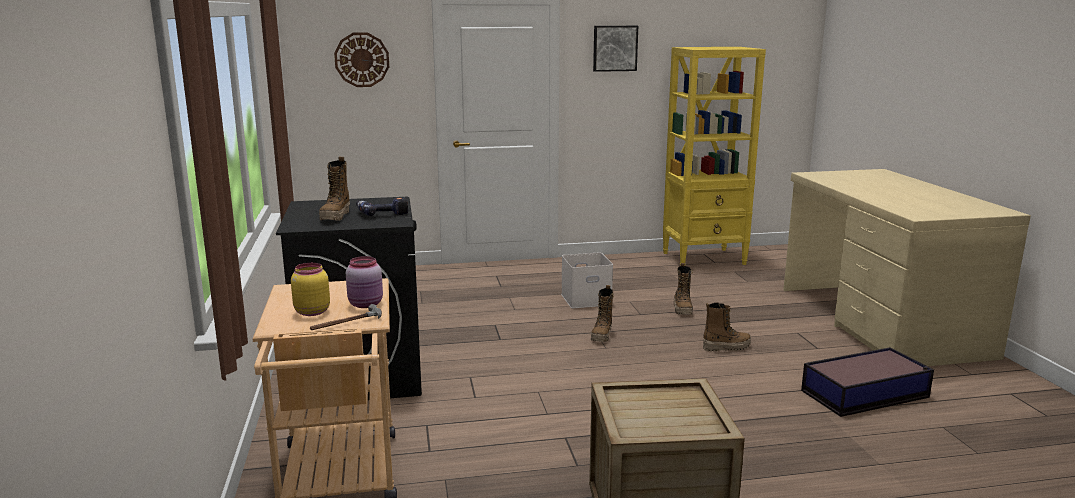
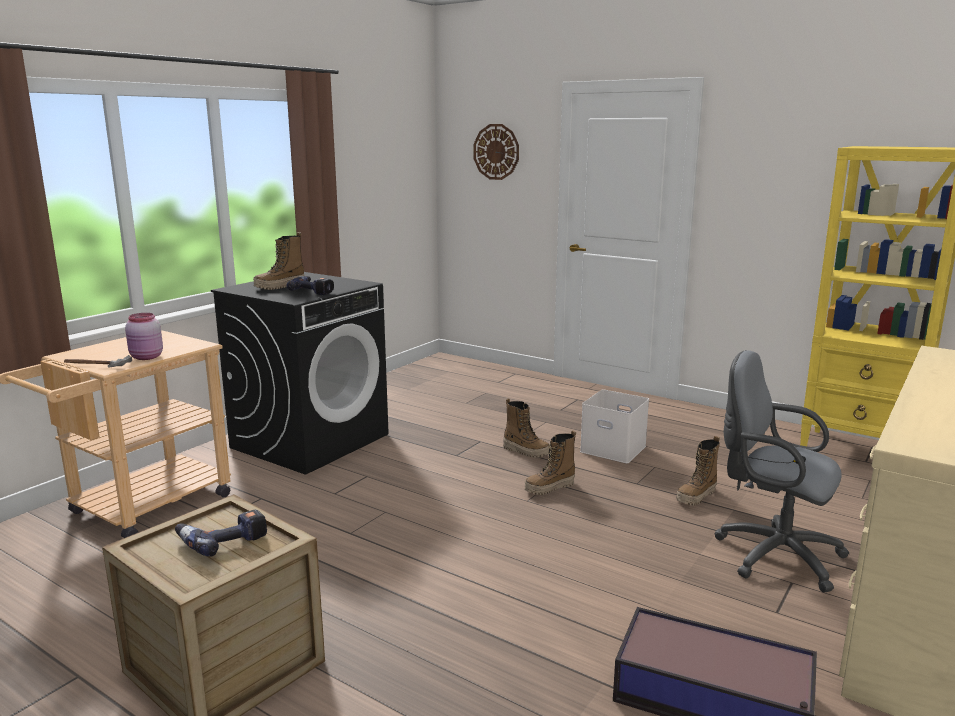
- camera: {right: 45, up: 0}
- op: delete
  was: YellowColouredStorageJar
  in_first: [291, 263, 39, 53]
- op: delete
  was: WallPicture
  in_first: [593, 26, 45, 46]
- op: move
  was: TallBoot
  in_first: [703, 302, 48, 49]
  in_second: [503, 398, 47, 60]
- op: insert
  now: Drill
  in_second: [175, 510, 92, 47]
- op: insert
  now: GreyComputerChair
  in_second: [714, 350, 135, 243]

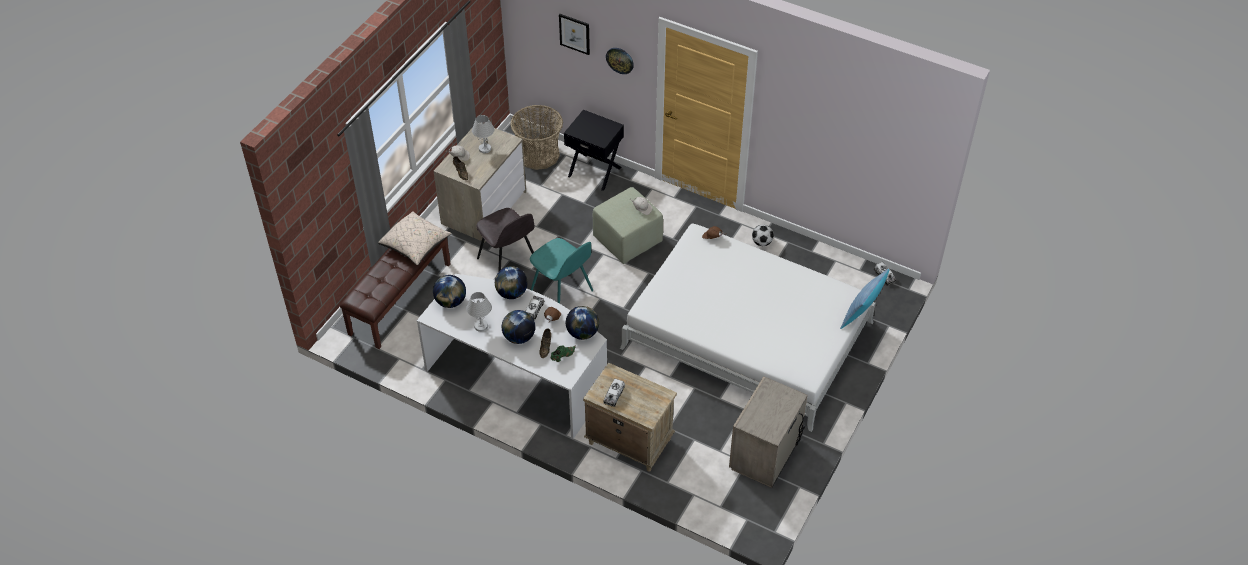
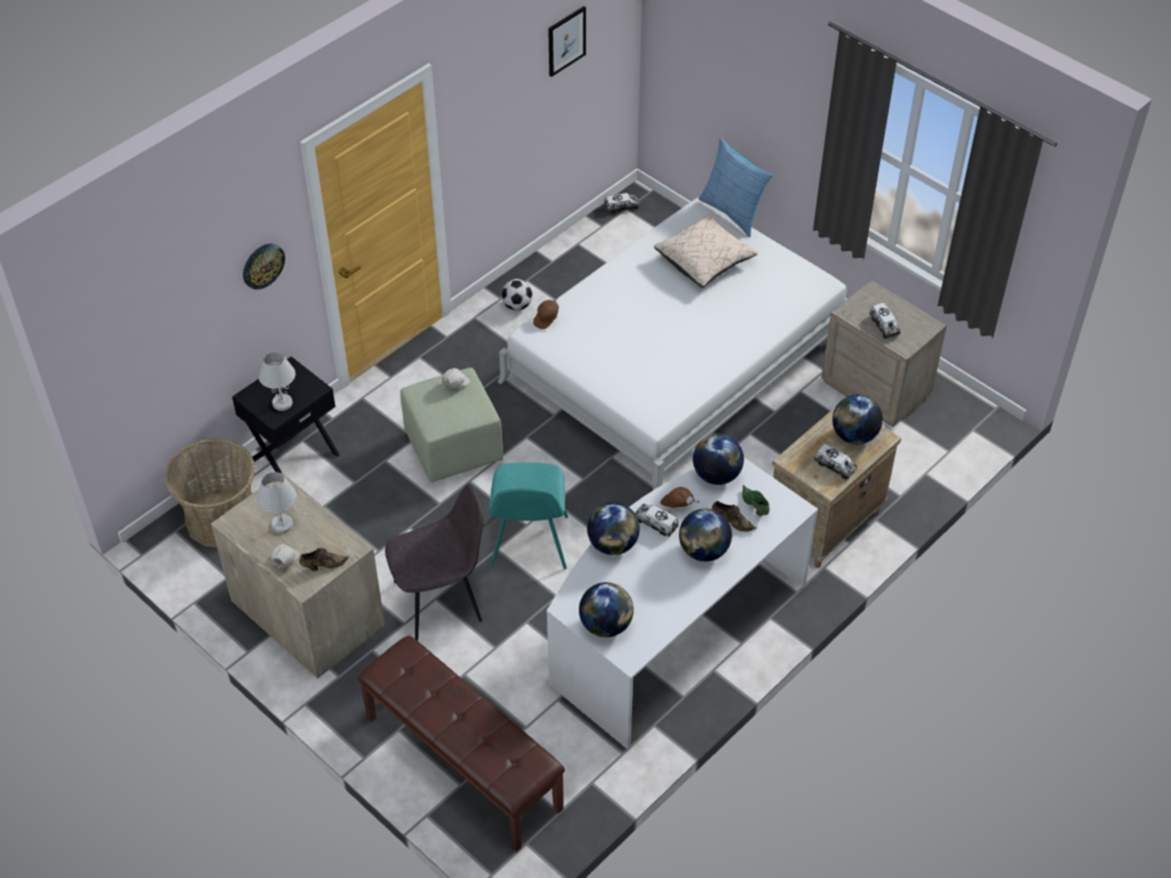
- camera: {right: -75, up: 0}
- op: move
  was: SandColouredCushion
  in_first: [378, 211, 74, 54]
  in_second: [654, 214, 104, 74]
- op: move
  was: WhitishLampForATable
  in_first: [466, 292, 26, 40]
  in_second: [259, 351, 36, 60]
- op: rotate
  was: TurquoiseColouredChair
  in_first: [530, 238, 63, 66]
  in_second: [489, 463, 79, 106]
  clockwise: 120
- op: move
  was: WallPicture
  in_first: [559, 14, 31, 41]
  in_second: [548, 6, 38, 71]
- op: insert
  now: WorldGlobe
  in_second: [832, 395, 51, 49]
- op: insert
  now: ToyTruck
  in_second: [869, 303, 32, 36]

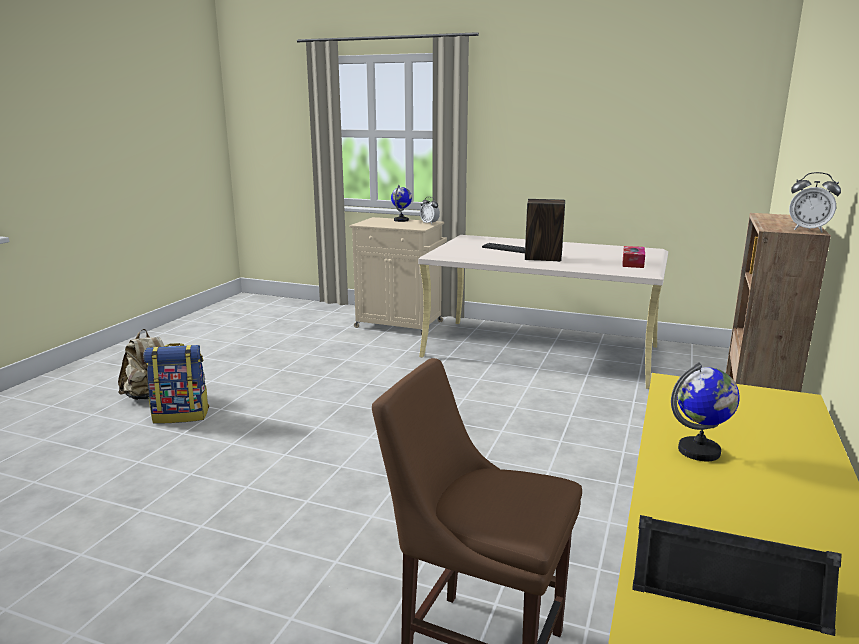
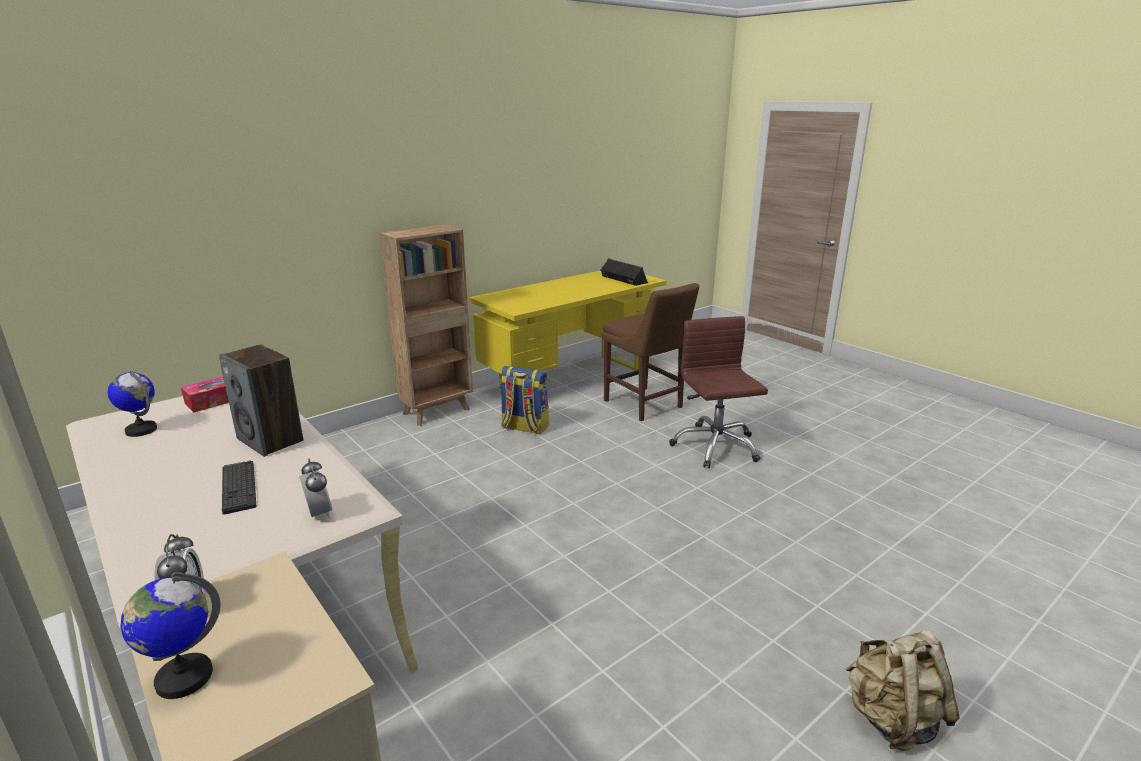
- camera: {right: -150, up: 5}
- op: move
  was: Knapsack
  in_first: [143, 343, 66, 81]
  in_second: [500, 366, 49, 68]
- op: move
  was: WorldGlobe
  in_first: [671, 362, 69, 99]
  in_second: [107, 371, 50, 66]
- op: move
  was: TableClock
  in_first: [789, 172, 52, 61]
  in_second: [299, 459, 34, 59]
- op: insert
  now: BrownComputerChair
  in_second: [669, 316, 99, 152]

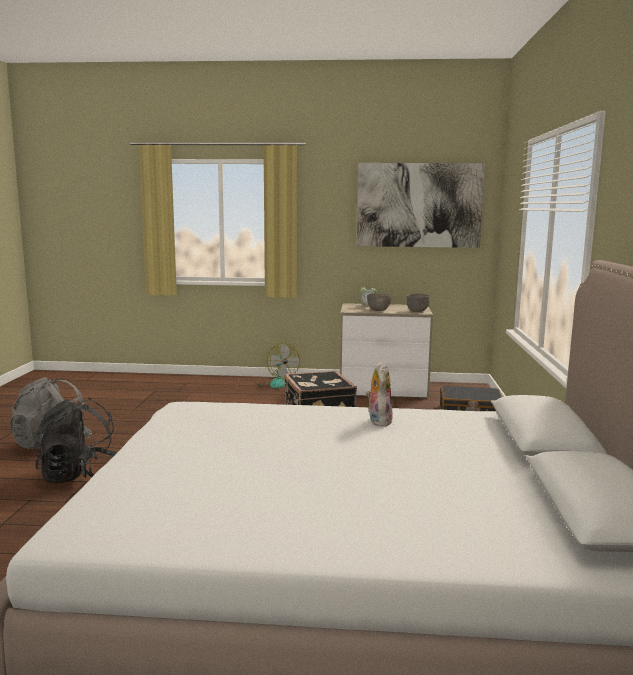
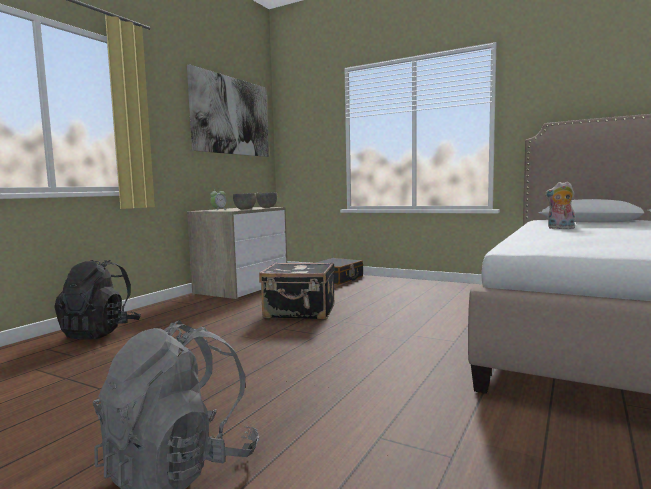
- camera: {right: -65, up: -5}
- op: move
  was: BlackColouredKnapsack
  in_first: [35, 398, 81, 85]
  in_second: [54, 260, 87, 80]
- op: delete
  was: ElectricFan
  in_first: [255, 343, 45, 45]

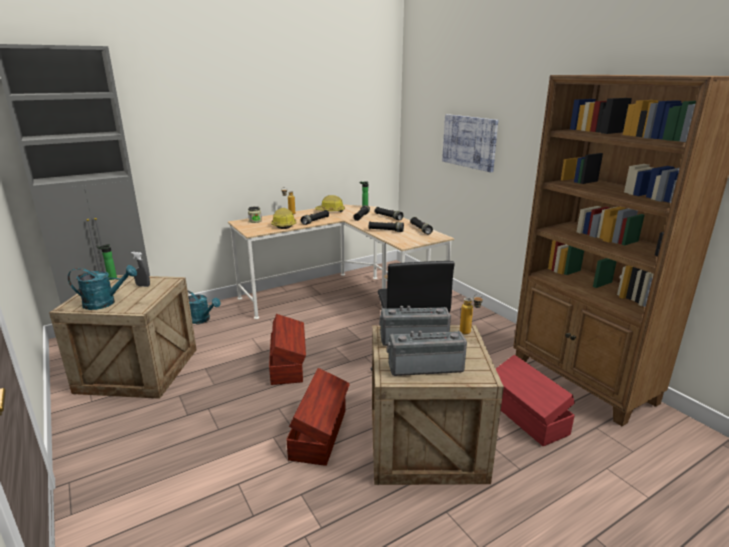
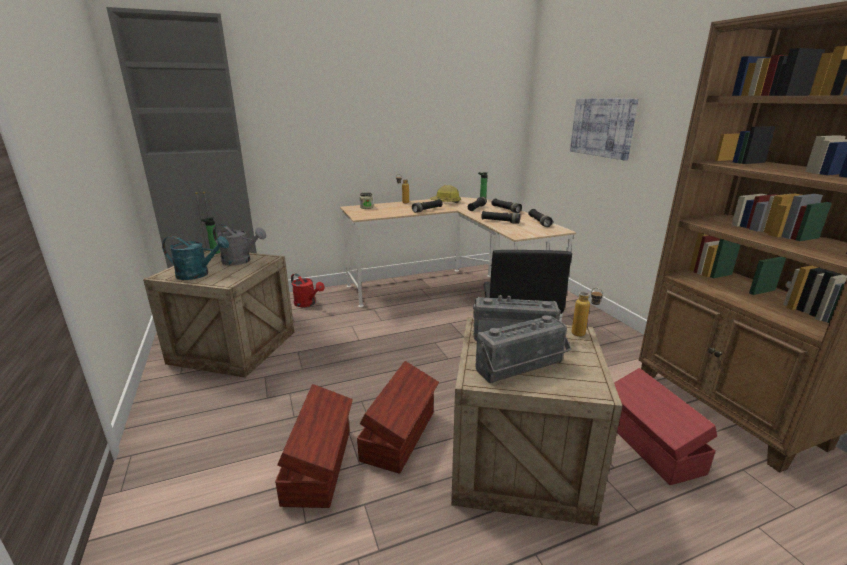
- camera: {right: 10, up: 0}
- op: replace
  was: GreyHandSprayer
  now: GreyWateringCan
  in_first: [131, 252, 19, 35]
  in_second: [213, 224, 53, 41]
- op: recolor
  was: TurquoiseColouredWateringCan
  now: RedWateringCan
  in_first: [188, 291, 33, 33]
  in_second: [291, 273, 34, 34]
- op: move
  was: BrownStorageContainer
  in_first: [269, 314, 37, 71]
  in_second: [275, 384, 78, 124]
- op: delete
  was: SafetyHelmet
  in_first: [271, 208, 25, 21]
- op: rotate
  was: RadioReceiver
  in_first: [387, 331, 80, 45]
  in_second: [475, 315, 96, 68]
  clockwise: 150

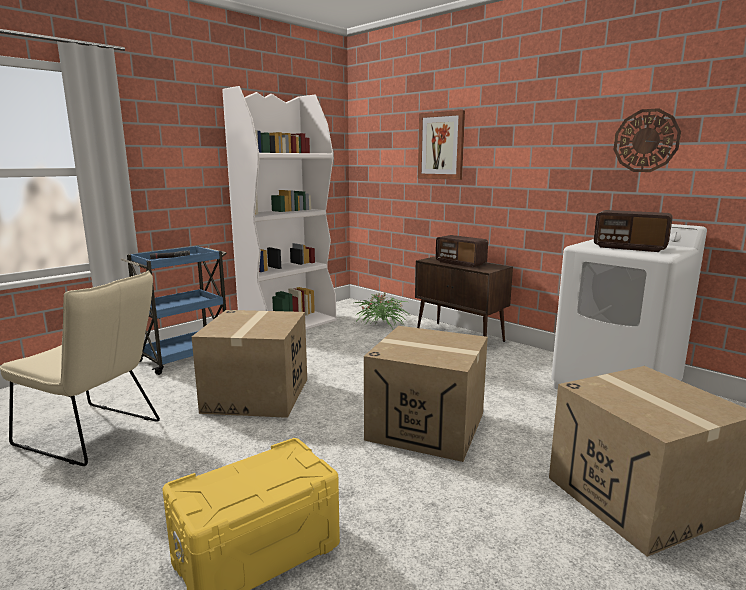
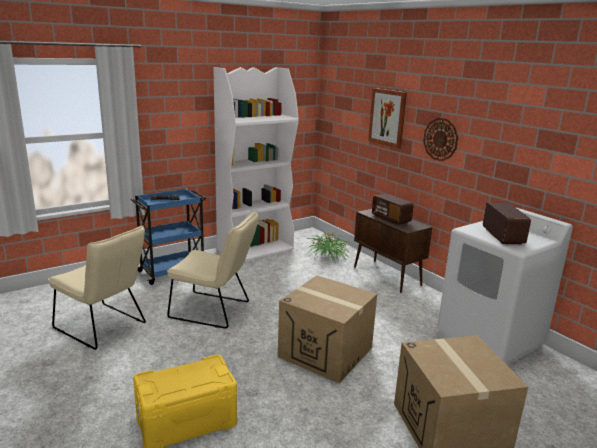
- camera: {right: 10, up: 5}
- op: replace
  was: Carton
  now: SandColouredChair
  in_first: [192, 310, 115, 108]
  in_second: [167, 211, 92, 118]
- op: rotate
  was: RadioReceiver
  in_first: [594, 210, 79, 42]
  in_second: [483, 203, 48, 41]
  clockwise: -135
- op: move
  was: HangingClock
  in_first: [613, 108, 68, 64]
  in_second: [423, 118, 35, 43]

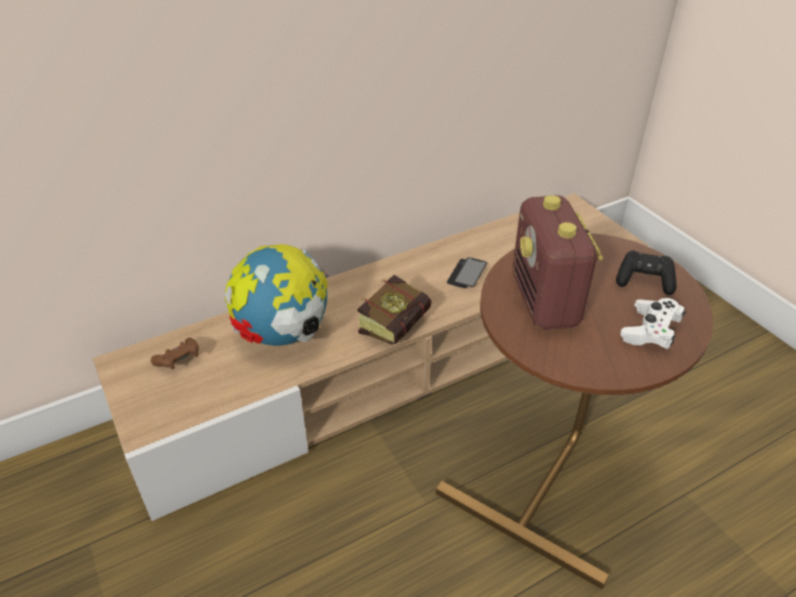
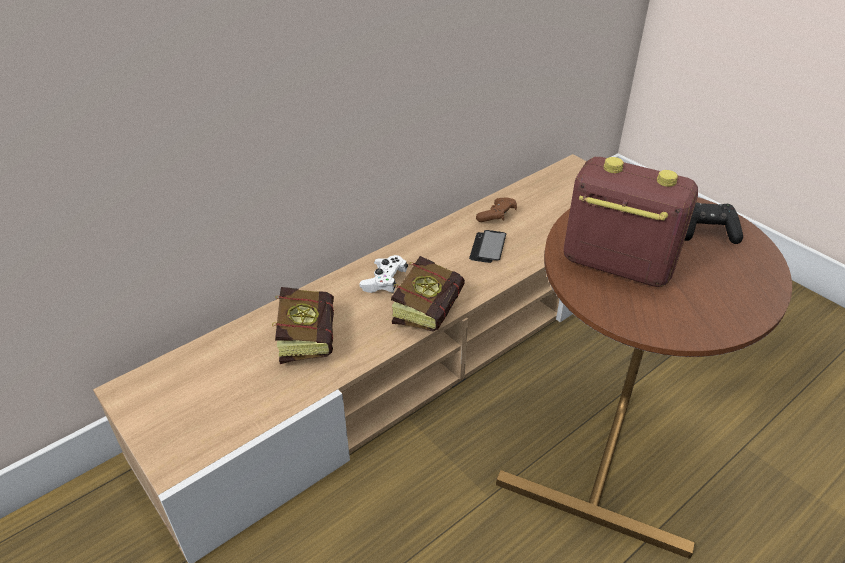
- camera: {right: -10, up: 0}
- op: move
  was: BrownGamepad
  in_first: [151, 338, 48, 32]
  in_second: [476, 198, 41, 24]
- op: replace
  was: WorldGlobe
  now: Book
  in_first: [225, 244, 103, 102]
  in_second: [272, 287, 62, 77]
- op: rotate
  was: RadioReceiver
  in_first: [513, 195, 90, 135]
  in_second: [564, 157, 134, 130]
  clockwise: 135
- op: move
  was: WhitishGamepad
  in_first: [620, 298, 66, 51]
  in_second: [359, 255, 49, 38]

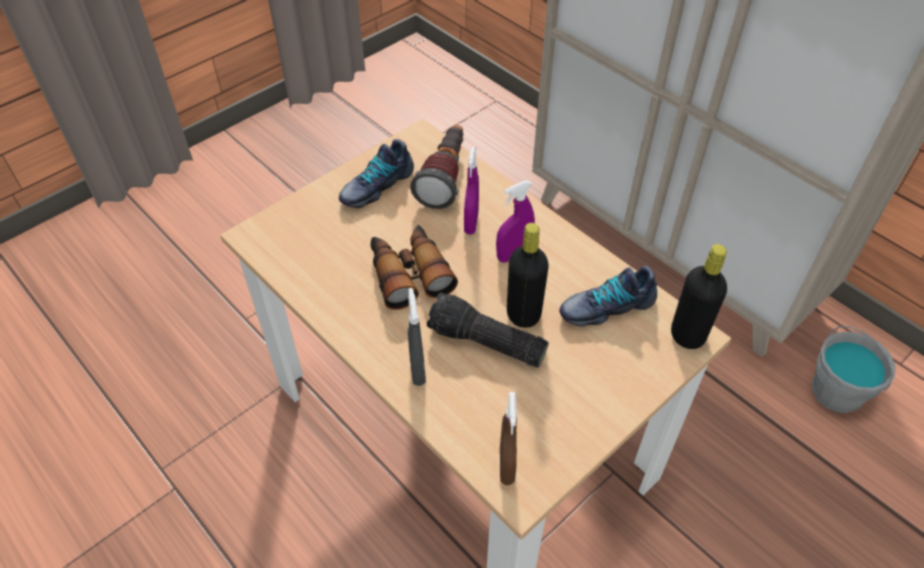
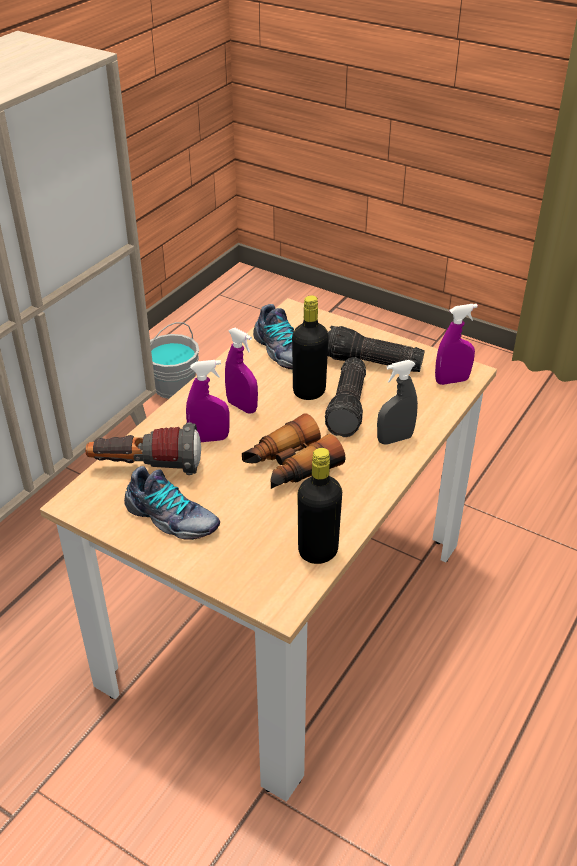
- camera: {right: -105, up: -10}
- op: recolor
  was: BrownHandSprayer
  now: PurplishHandSprayer
  in_first: [500, 392, 17, 93]
  in_second: [435, 304, 43, 81]
- op: move
  was: BlackColouredBottle
  in_first: [671, 244, 56, 105]
  in_second: [297, 448, 45, 116]
- op: insert
  now: HandTorch
  in_second: [328, 325, 97, 47]

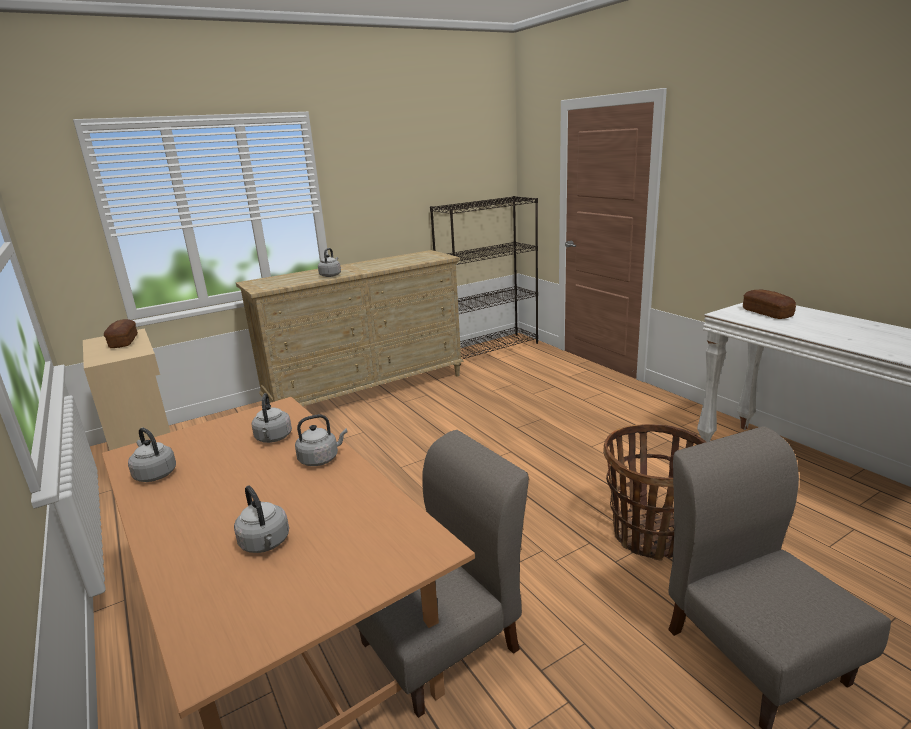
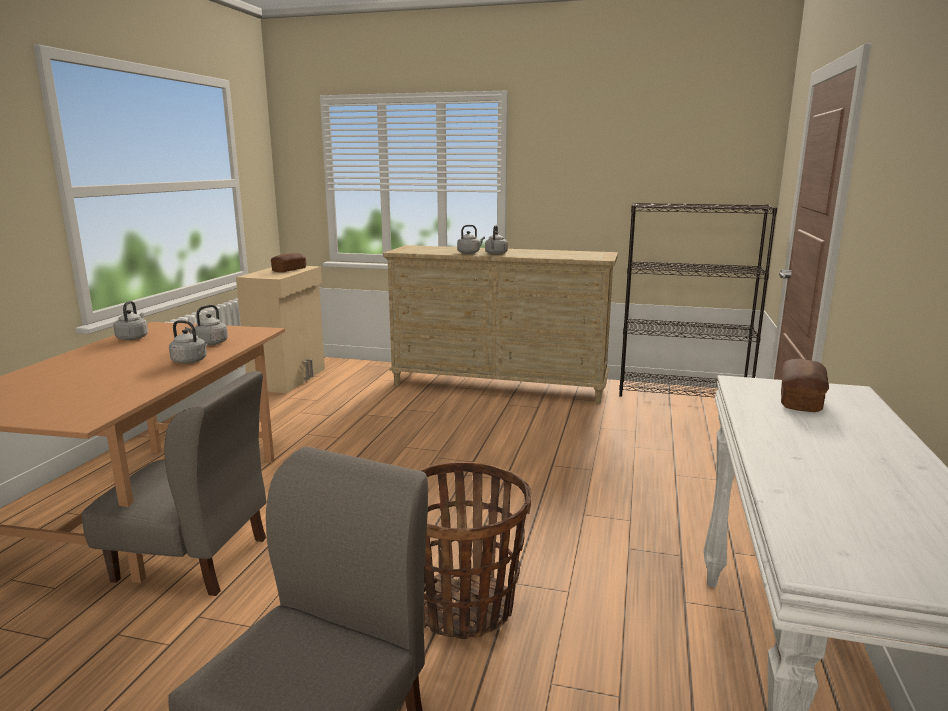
- camera: {right: 45, up: -5}
- op: move
  was: GreyTeaKettle
  in_first: [234, 485, 55, 68]
  in_second: [485, 225, 23, 30]

